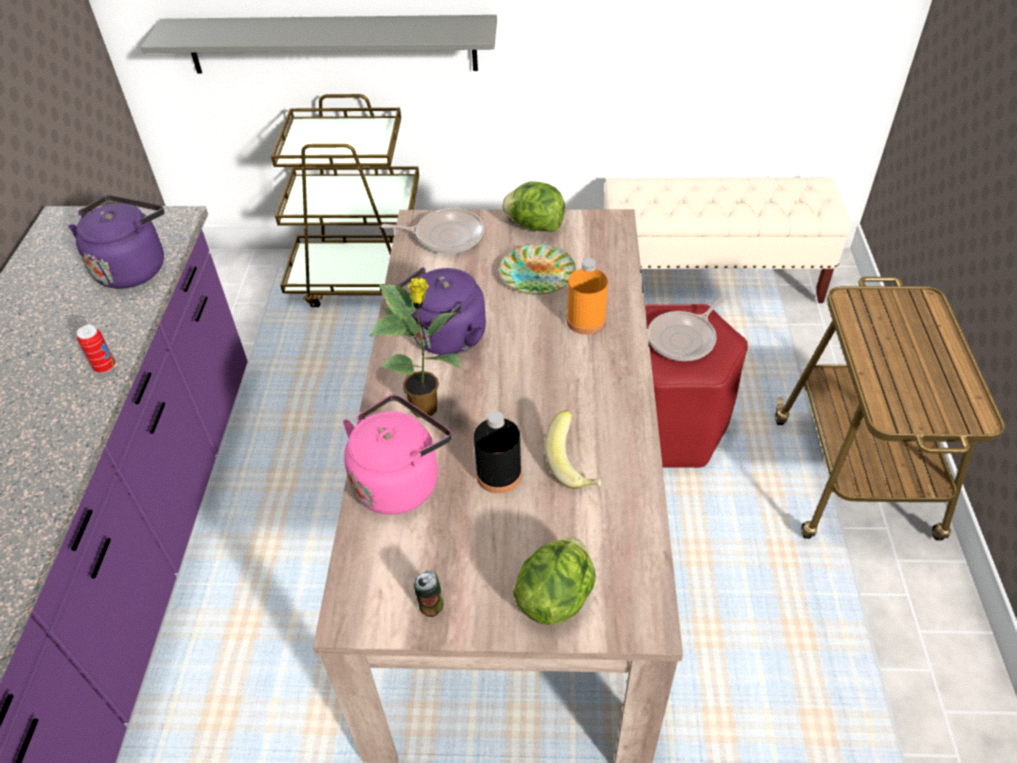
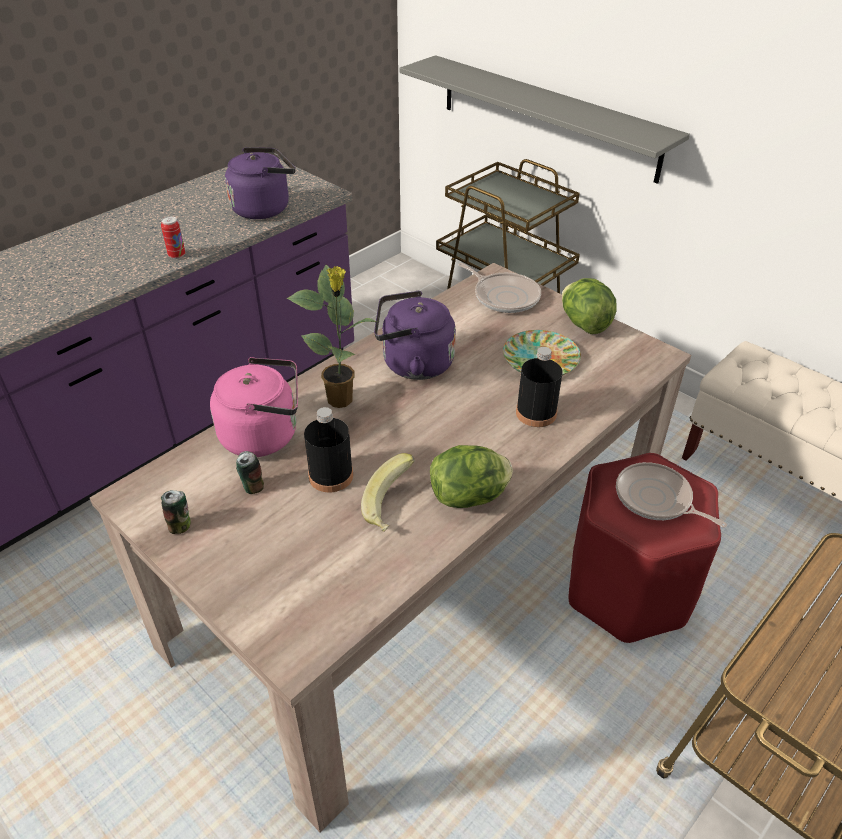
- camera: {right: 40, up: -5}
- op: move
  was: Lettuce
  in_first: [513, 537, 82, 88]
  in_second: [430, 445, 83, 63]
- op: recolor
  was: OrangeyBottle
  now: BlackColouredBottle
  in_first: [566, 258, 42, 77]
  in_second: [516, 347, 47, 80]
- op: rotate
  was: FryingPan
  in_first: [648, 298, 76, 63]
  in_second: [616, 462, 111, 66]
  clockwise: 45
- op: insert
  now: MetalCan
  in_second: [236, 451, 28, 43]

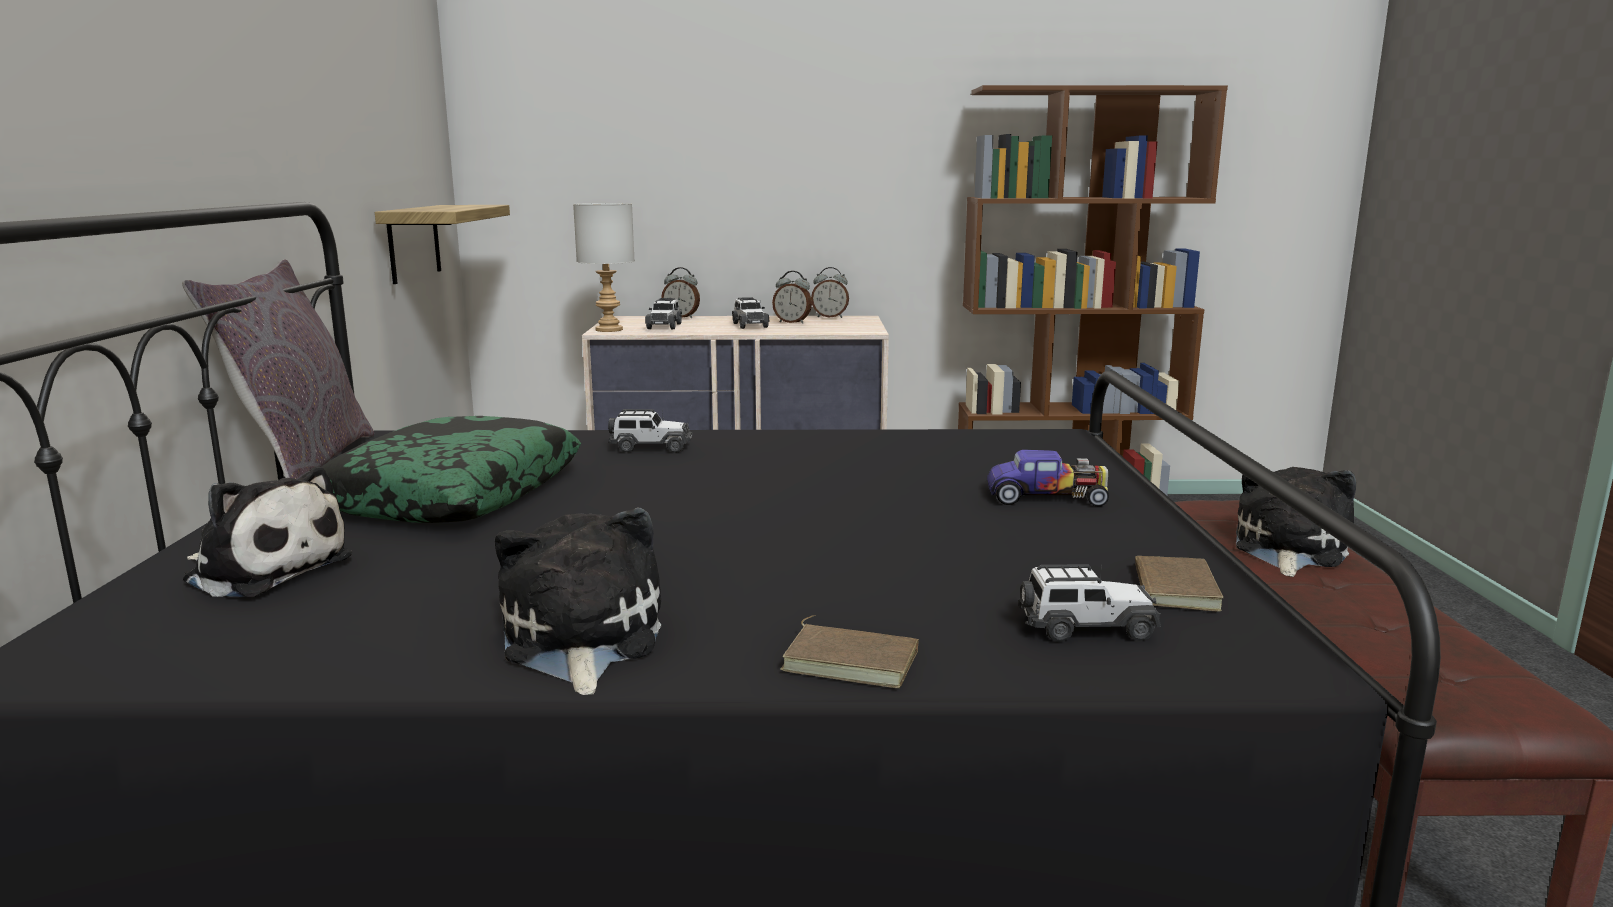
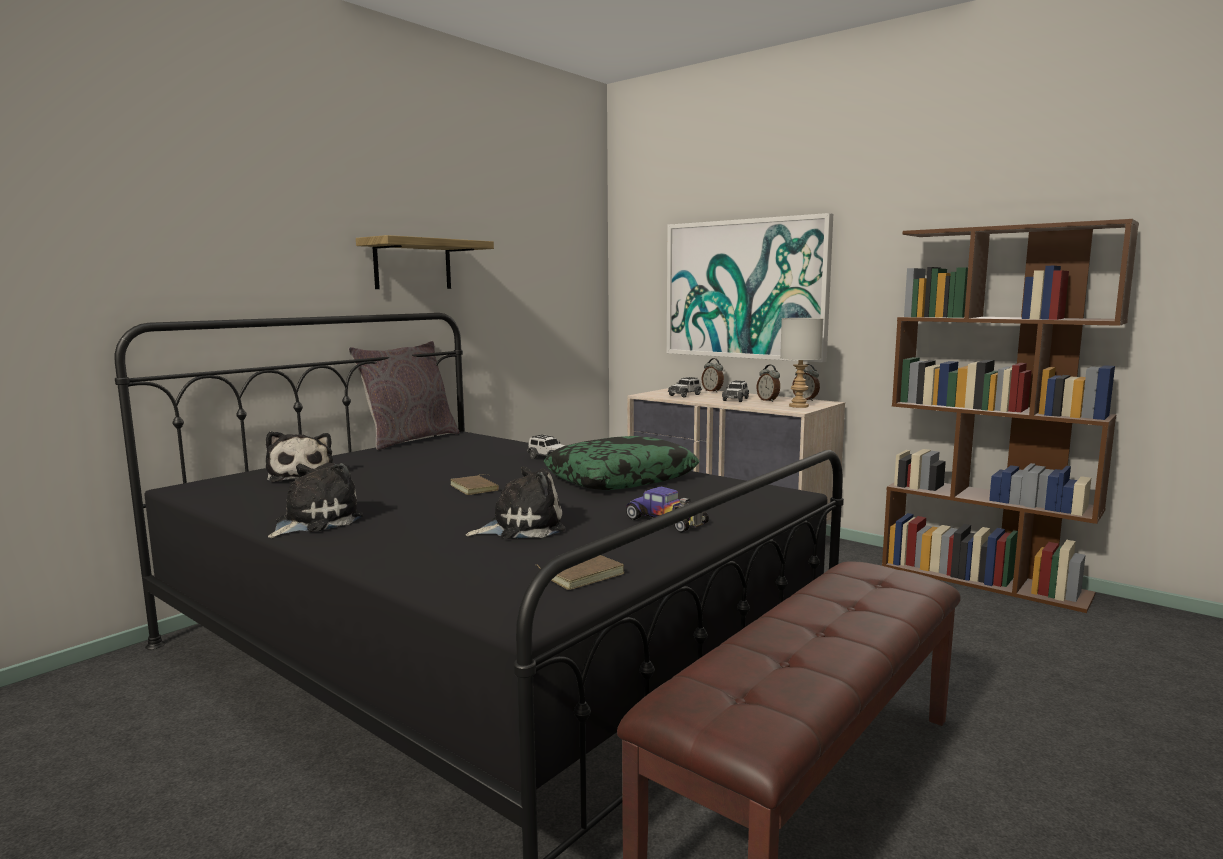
- camera: {right: 40, up: -5}
- op: move
  was: Cushion
  in_first: [322, 416, 259, 107]
  in_second: [544, 436, 155, 54]
- op: move
  was: BracketShelf
  in_first: [375, 205, 135, 79]
  in_second: [356, 235, 138, 54]
- op: move
  was: GreyLampForATable
  in_first: [573, 203, 62, 129]
  in_second: [780, 318, 43, 90]
- op: move
  was: BrownBook
  in_first: [781, 615, 138, 73]
  in_second: [450, 474, 49, 21]
- op: delete
  was: ModelCar
  in_first: [1018, 562, 143, 80]
- op: move
  was: SoftToy
  in_first: [1236, 467, 120, 110]
  in_second: [466, 466, 99, 73]
- op: insert
  now: WallPicture
  in_second: [667, 213, 166, 150]

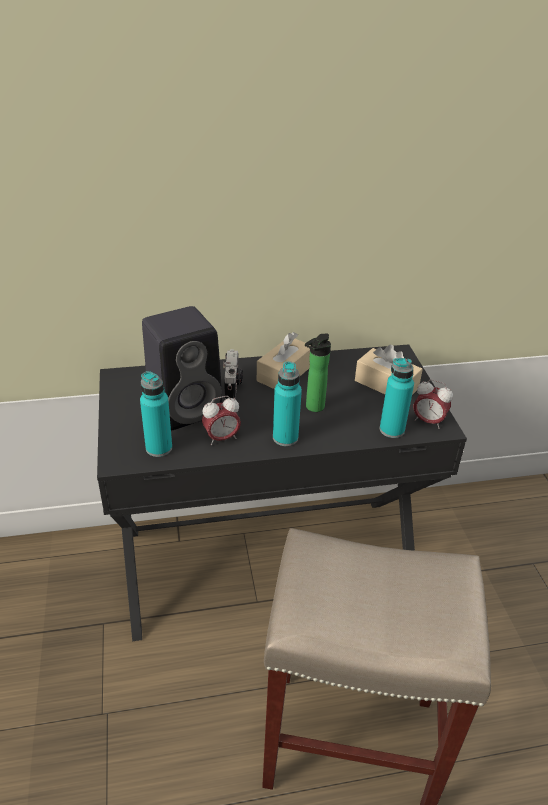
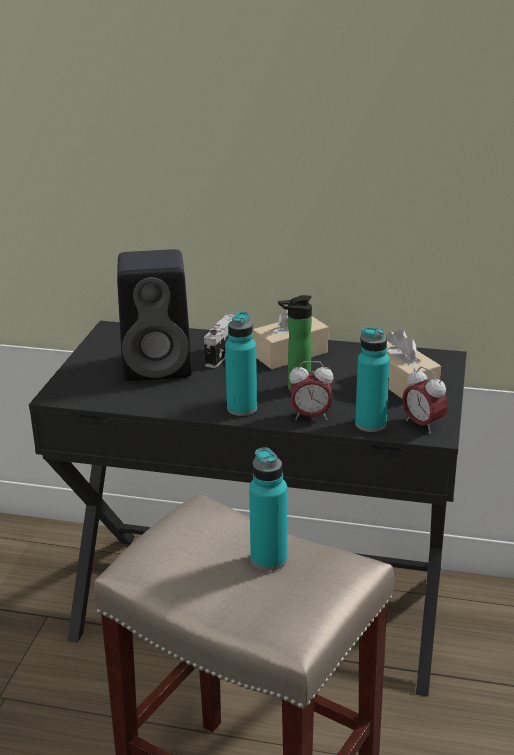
- camera: {right: 25, up: -10}
- op: move
  was: TurquoiseColouredBottle
  in_first: [140, 371, 32, 86]
  in_second: [249, 447, 38, 123]
- op: move
  was: TableClock
  in_first: [202, 396, 39, 49]
  in_second: [289, 361, 45, 59]

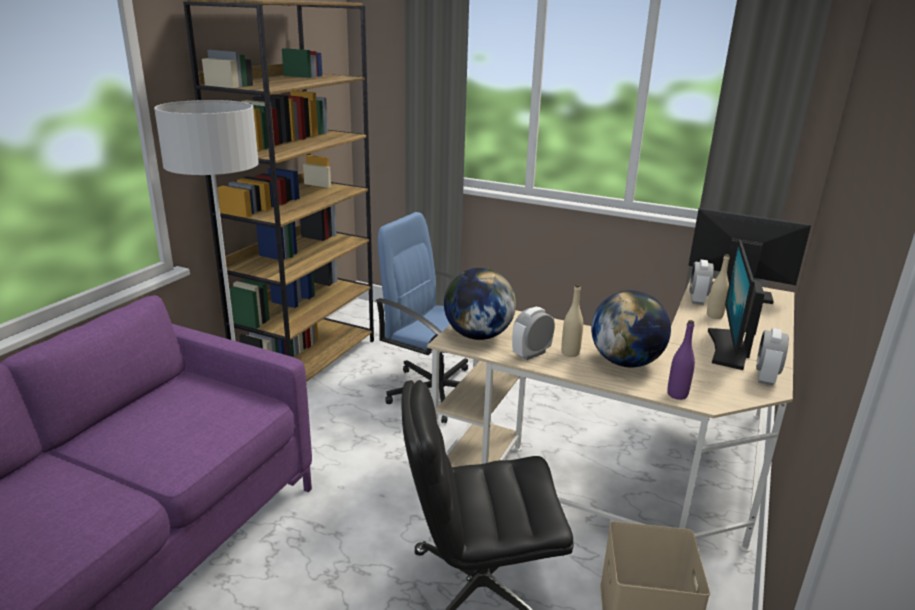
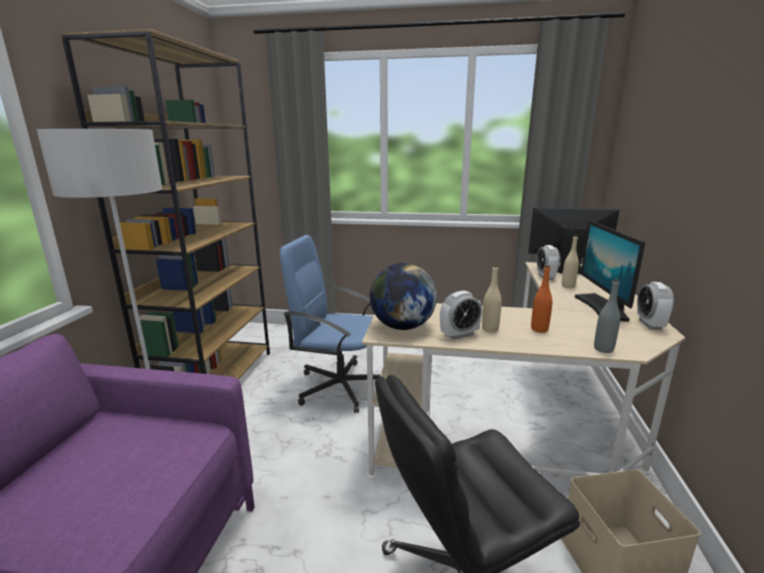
- camera: {right: -15, up: -5}
- op: rotate
  was: TableClock
  in_first: [512, 307, 43, 53]
  in_second: [440, 291, 42, 49]
  clockwise: -150
- op: replace
  was: WorldGlobe
  now: OrangeyBottle
  in_first: [591, 290, 80, 77]
  in_second: [531, 265, 21, 68]
- op: recolor
  was: PurplishBottle
  now: GreyBottle
  in_first: [667, 320, 28, 80]
  in_second: [594, 279, 26, 74]

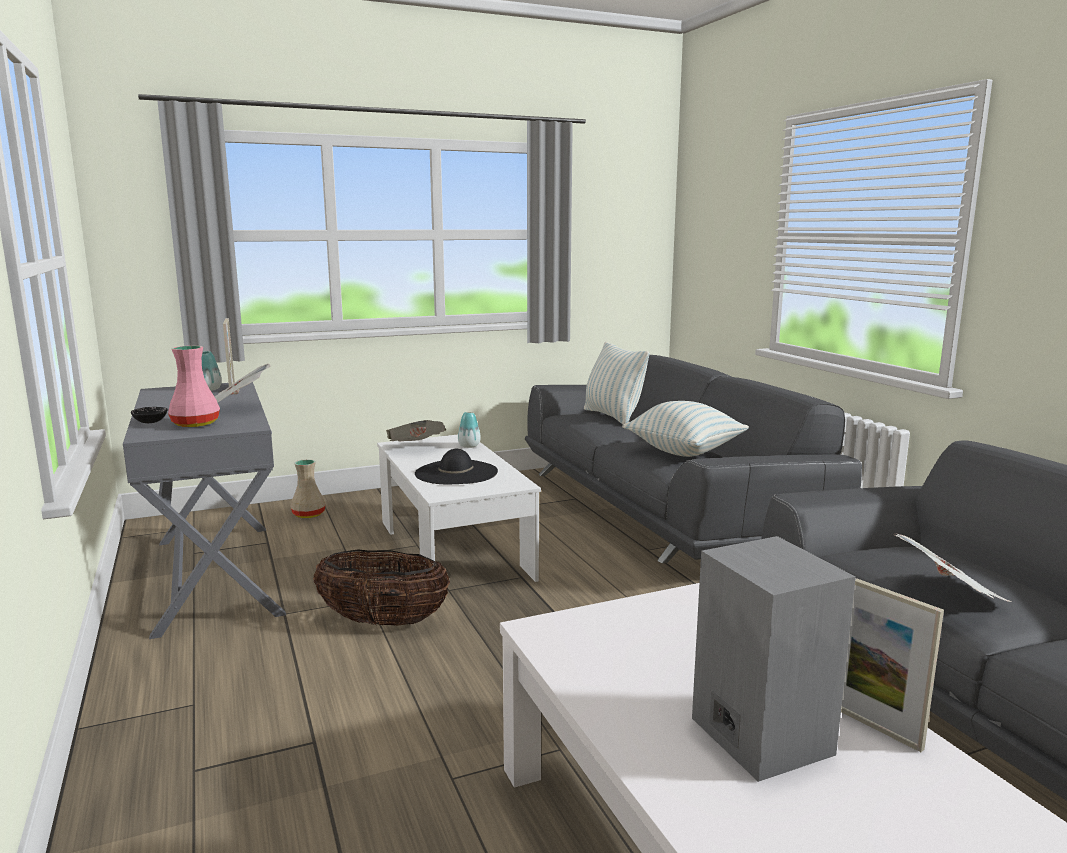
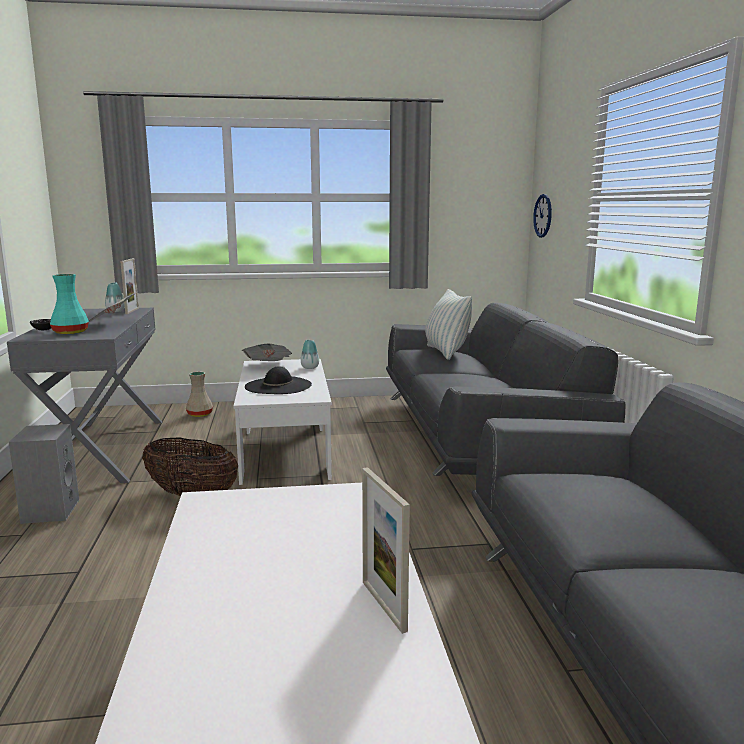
- camera: {right: 15, up: 0}
- op: recolor
  was: PinkDecorativeVase
  now: TurquoiseColouredDecorativeVase
  in_first: [168, 346, 52, 81]
  in_second: [50, 274, 39, 60]
- op: delete
  was: Cushion
  in_first: [622, 401, 127, 56]
- op: move
  was: GreyAudioSpeaker
  in_first: [692, 536, 164, 246]
  in_second: [9, 424, 70, 100]
- op: delete
  was: PrintedPaper
  in_first: [894, 533, 117, 69]
- op: insert
  now: HangingClock
  in_second: [533, 194, 19, 44]

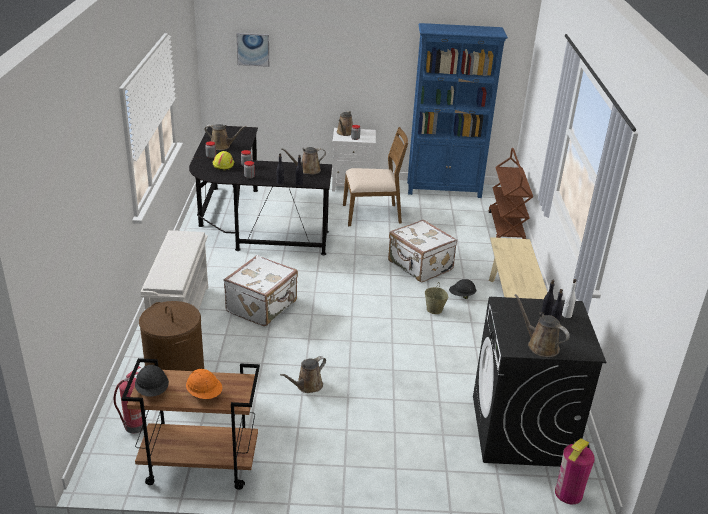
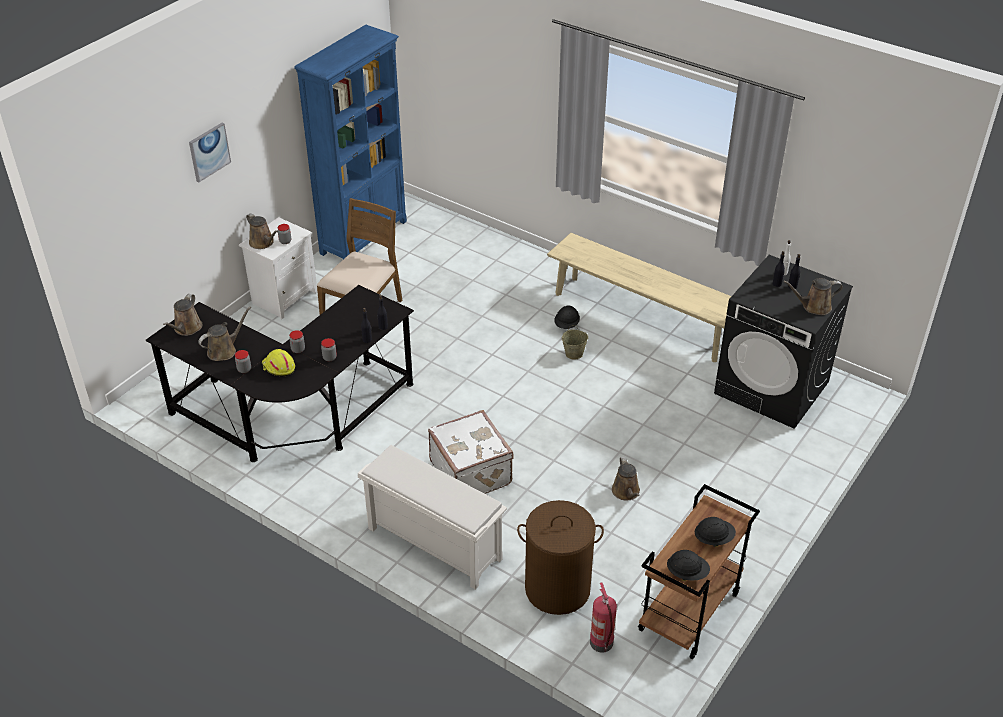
- camera: {right: -55, up: 10}
- op: recolor
  was: OrangeySafetyHelmet
  now: BlackColouredSafetyHelmet
  in_first: [186, 369, 36, 30]
  in_second: [695, 517, 41, 30]
- op: move
  was: WallPicture
  in_first: [236, 33, 33, 34]
  in_second: [189, 123, 42, 59]
- op: move
  was: BrownWateringCan
  in_first: [281, 147, 45, 27]
  in_second: [163, 294, 40, 42]
- op: delete
  was: WhitishSuitcase
  in_first: [388, 219, 69, 63]
- op: delete
  was: BrownTrolley
  in_first: [489, 148, 44, 91]
- op: delete
  was: FireFightingCylinder
  in_first: [555, 438, 40, 66]

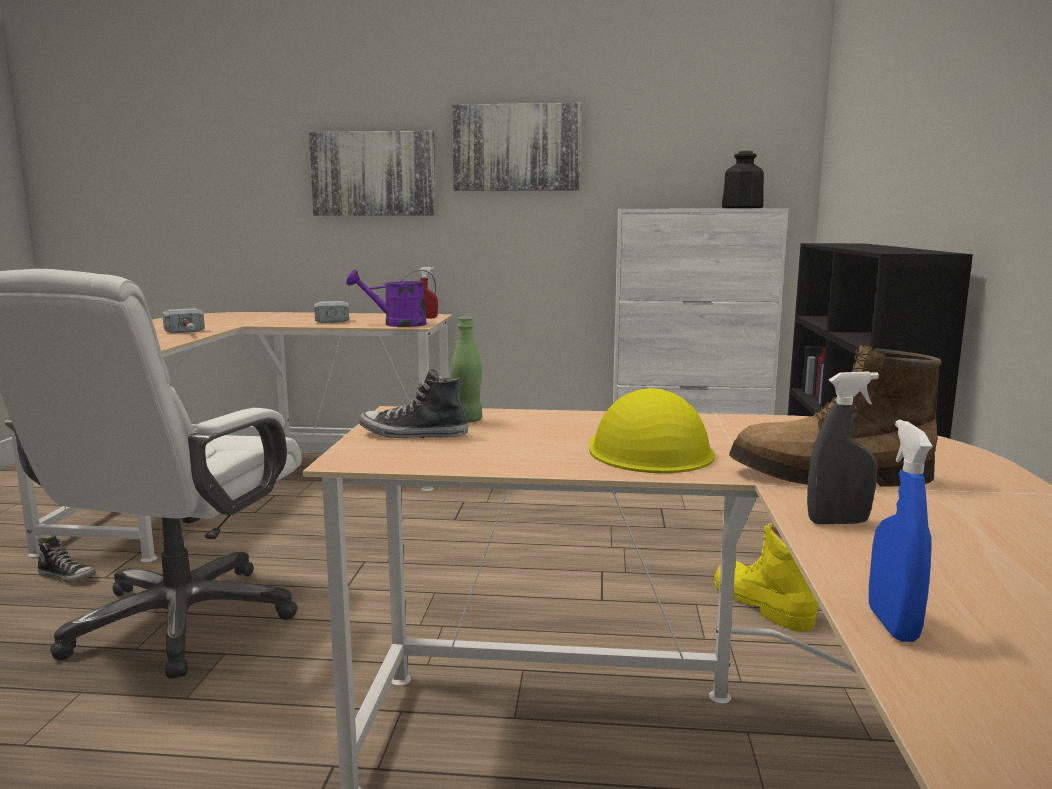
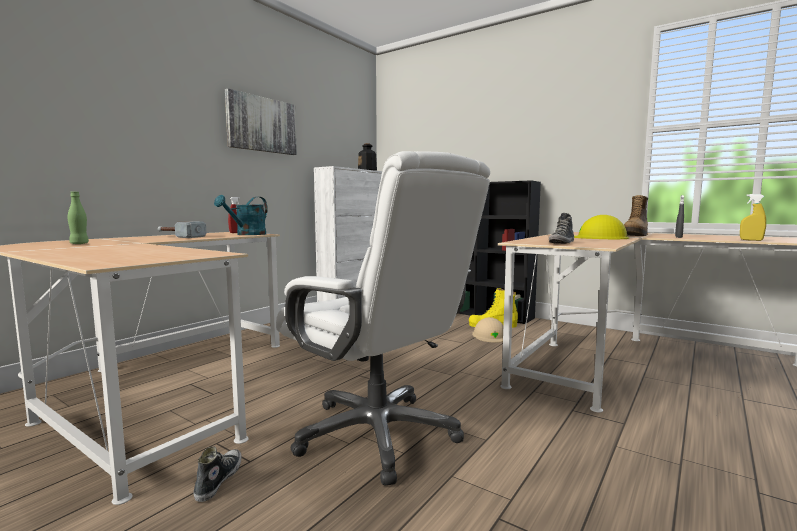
- camera: {right: -60, up: -5}
- op: rotate
  was: LowShoe
  in_first: [37, 536, 59, 47]
  in_second: [194, 446, 48, 56]
  clockwise: -45
- op: delete
  was: ToolHammer
  in_first: [162, 308, 43, 25]
- op: delete
  was: WallPicture
  in_first: [309, 131, 127, 84]
- op: recolor
  was: PurplishWateringCan
  now: TurquoiseColouredWateringCan
  in_first: [346, 269, 90, 58]
  in_second: [214, 195, 54, 40]
- op: move
  was: GreenColouredBottle
  in_first: [450, 317, 32, 106]
  in_second: [68, 192, 21, 52]
- op: recolor
  was: BluishHandSprayer
  now: YellowColouredHandSprayer
  in_first: [869, 420, 64, 222]
  in_second: [740, 194, 26, 47]
- op: insert
  now: SandColouredSafetyHelmet
  in_second: [472, 317, 31, 26]

